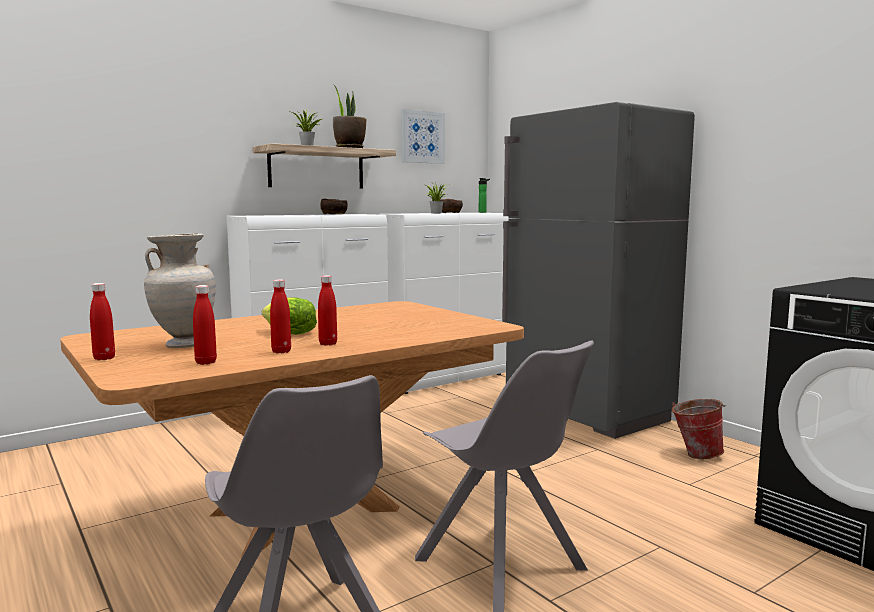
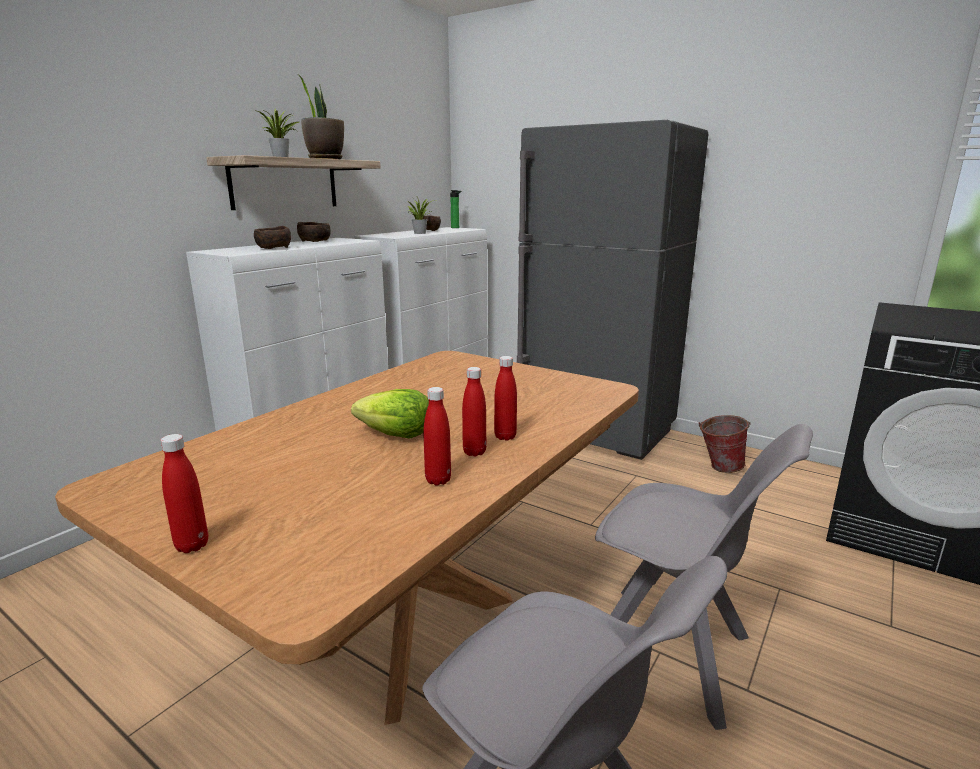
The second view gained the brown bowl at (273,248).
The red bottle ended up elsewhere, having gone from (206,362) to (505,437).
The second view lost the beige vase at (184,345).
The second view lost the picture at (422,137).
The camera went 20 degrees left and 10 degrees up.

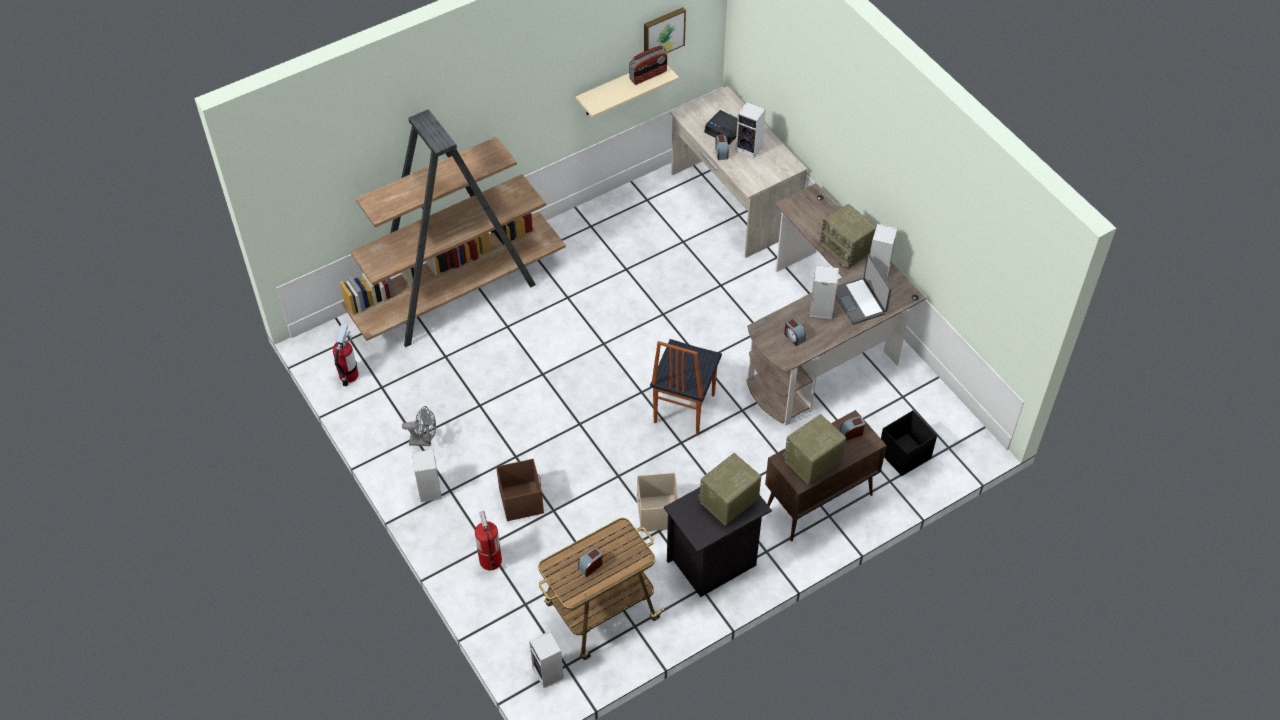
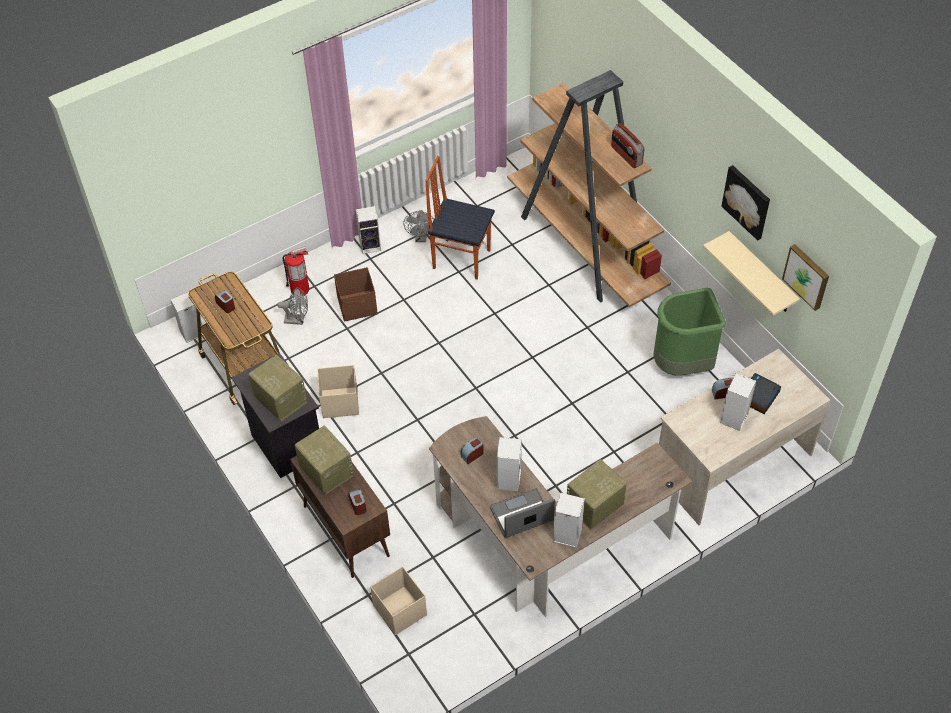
The second view gained the grey fan at (297,320).
What was the black storage box at (903,455) turned into the beige storage box at (400,610).
The chair ended up elsewhere, having gone from (683,408) to (461,258).
The radio ended up elsewhere, having gone from (648,75) to (626,156).
The second view gained the green trash can at (682,365).
The second view gained the picture at (747,201).
The second view lost the fire extinguisher at (349,375).
The camera went 90 degrees right and 0 degrees up.

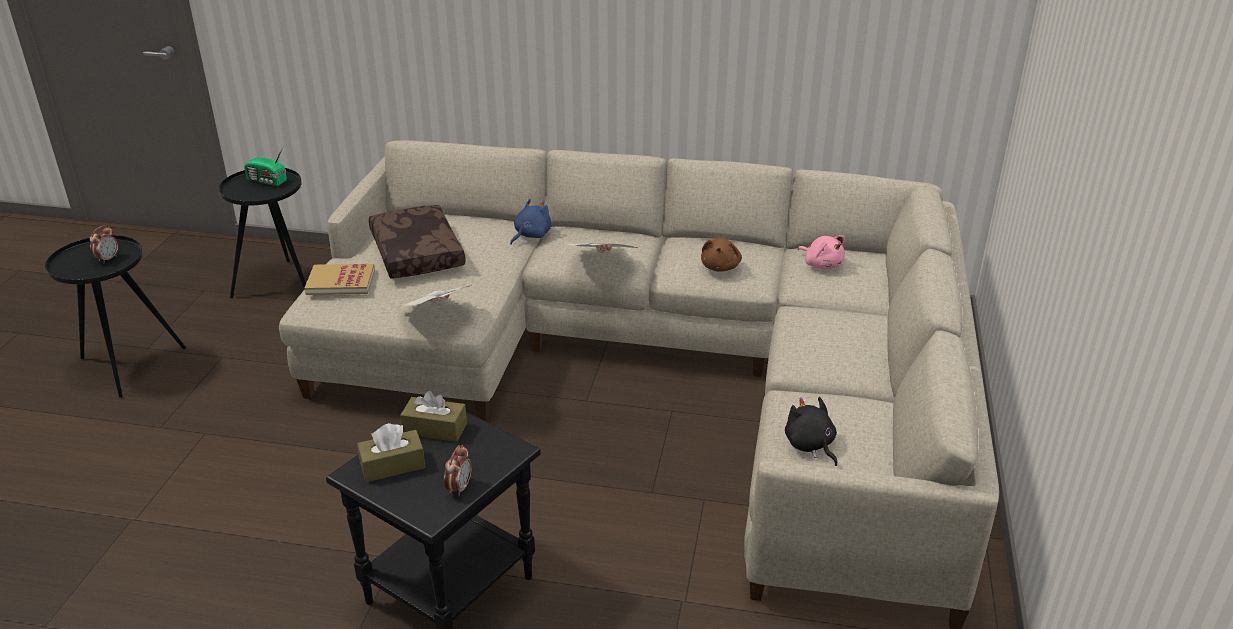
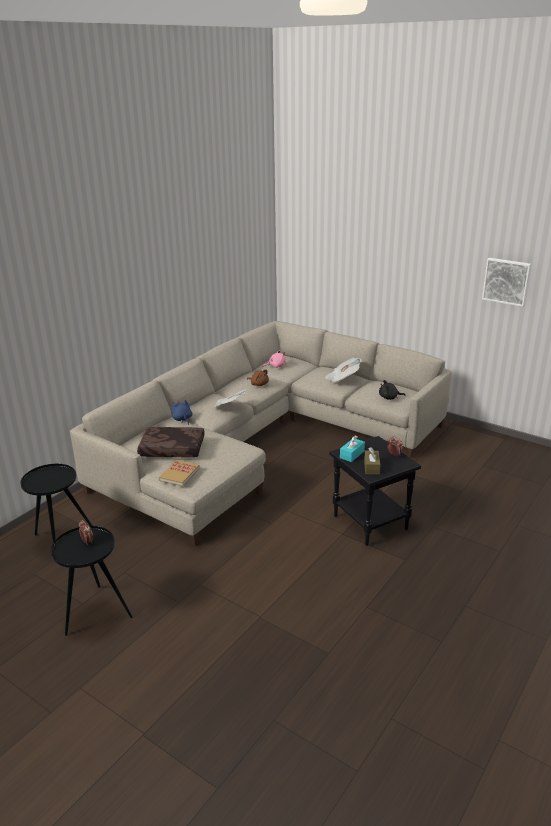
The newspaper ended up elsewhere, having gone from (436,313) to (342,378).
What was the brown tissue box at (435,429) turned into the turquoise tissue box at (352,454).
The second view gained the picture at (506,281).
The second view lost the radio at (267,181).
The camera went 65 degrees left and 5 degrees down.

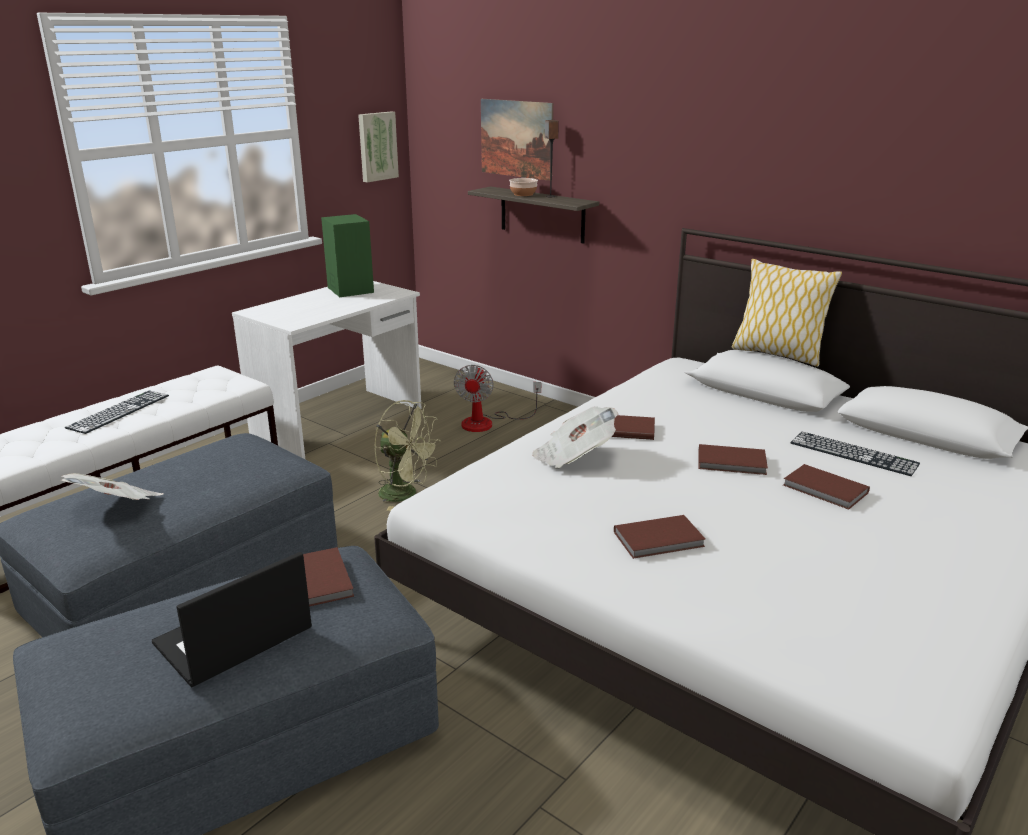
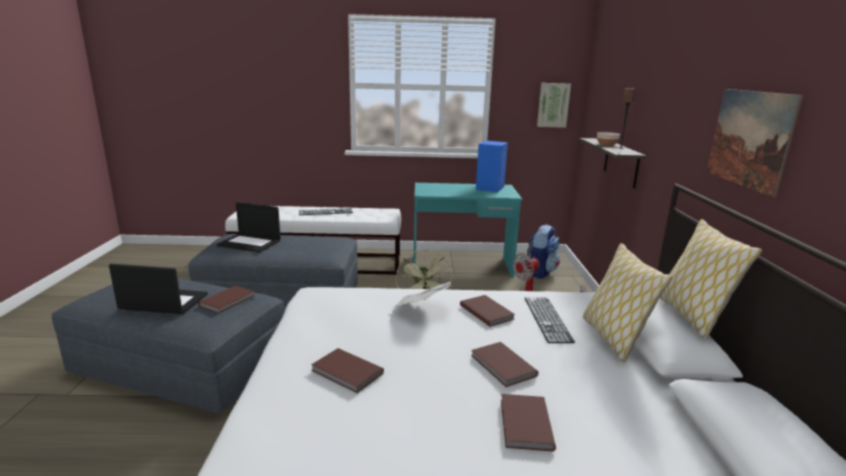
Where the newspaper stood at (118,507), the laptop came to stand at (250,243).
What was the white desk at (340,422) turned into the turquoise desk at (462,266).
What was the green speaker at (350,289) turned into the blue speaker at (490,188).
The keyboard ended up elsewhere, having gone from (853,453) to (547,319).
The second view gained the backpack at (540,272).
The second view gained the pillow at (613,338).
The picture ended up elsewhere, having gone from (516,139) to (749,138).
The camera went 50 degrees right and 5 degrees down.

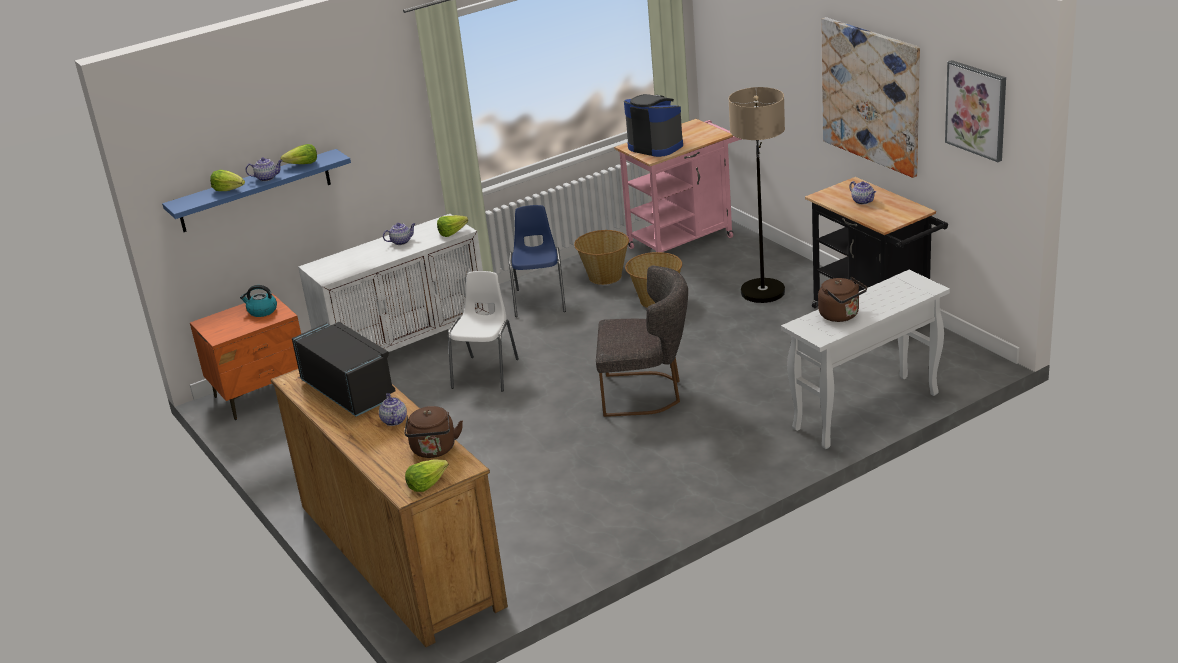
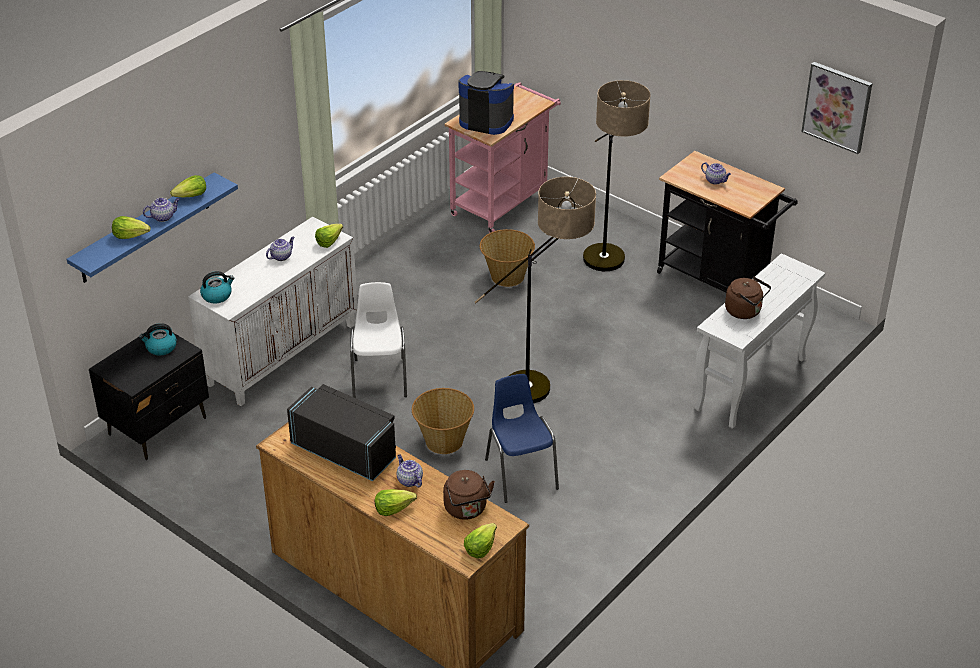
What was the orange nightstand at (262,394) turned into the black nightstand at (158,426).
The second view gained the kettle at (217,295).
The second view gained the lettuce at (393,508).
The basket ended up elsewhere, having gone from (604,276) to (443,440).
Where the grey chair stood at (646,393), the floor lamp came to stand at (545,385).
The blue chair ended up elsewhere, having gone from (540,300) to (520,474).
The second view lost the picture at (871,95).
The camera went 20 degrees left and 10 degrees up.

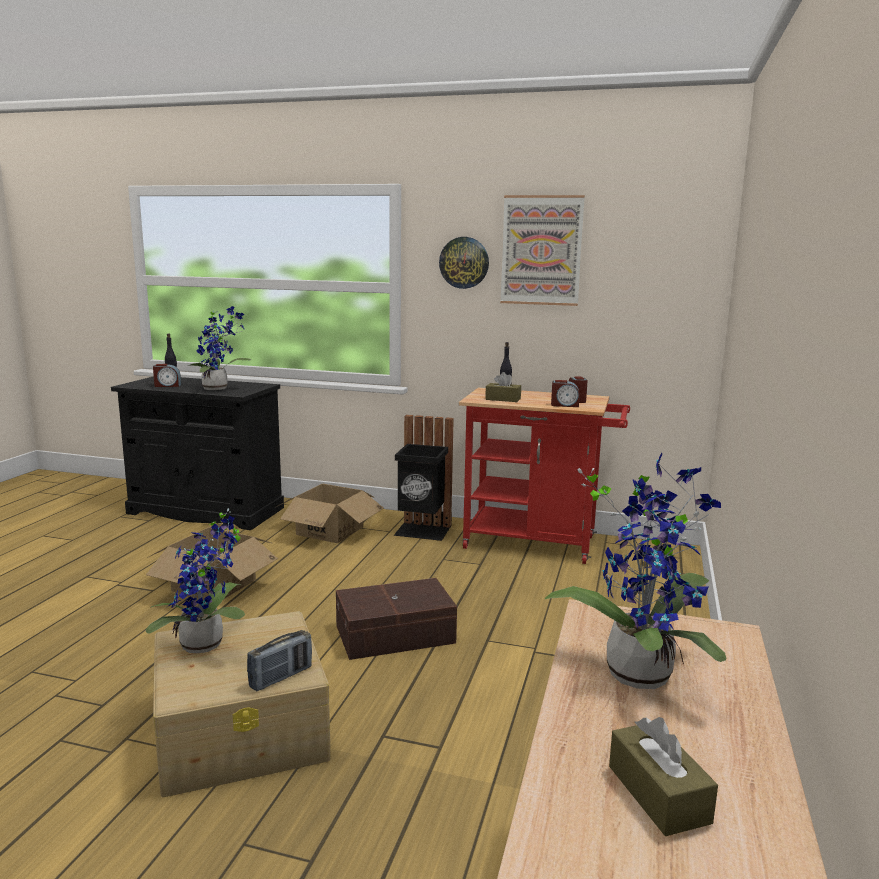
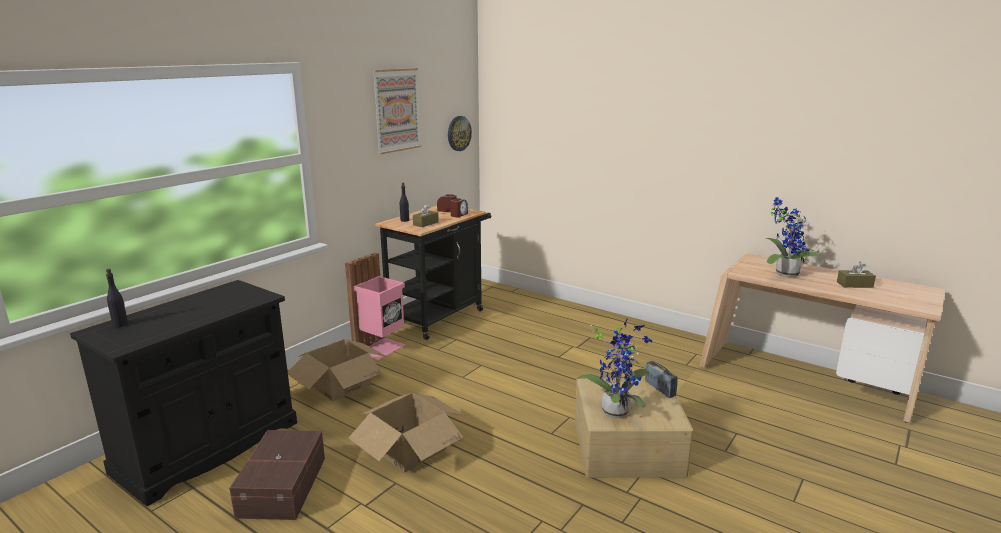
The brown storage box ended up elsewhere, having gone from (396,635) to (284,486).
What was the black trash can at (422,531) turned into the pink trash can at (381,348).
What was the red cart at (539,543) turned into the black cart at (440,316).
The wall clock ended up elsewhere, having gone from (464,262) to (458,133).
The second view lost the alarm clock at (167,385).
The second view lost the potted plant at (218,388).
The camera went 70 degrees left and 5 degrees up.

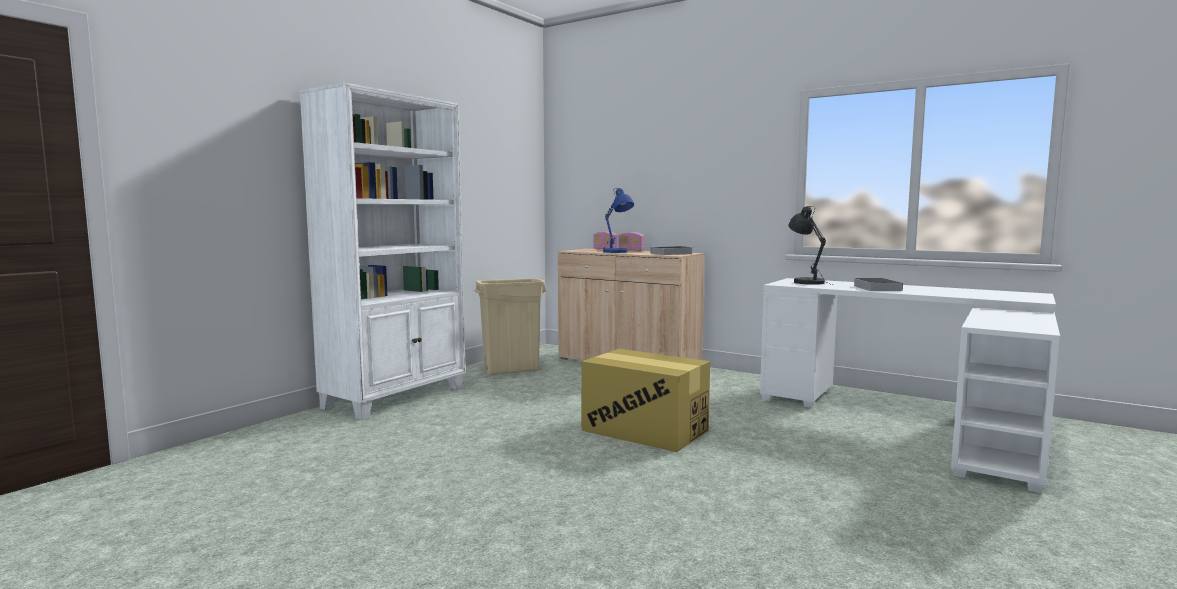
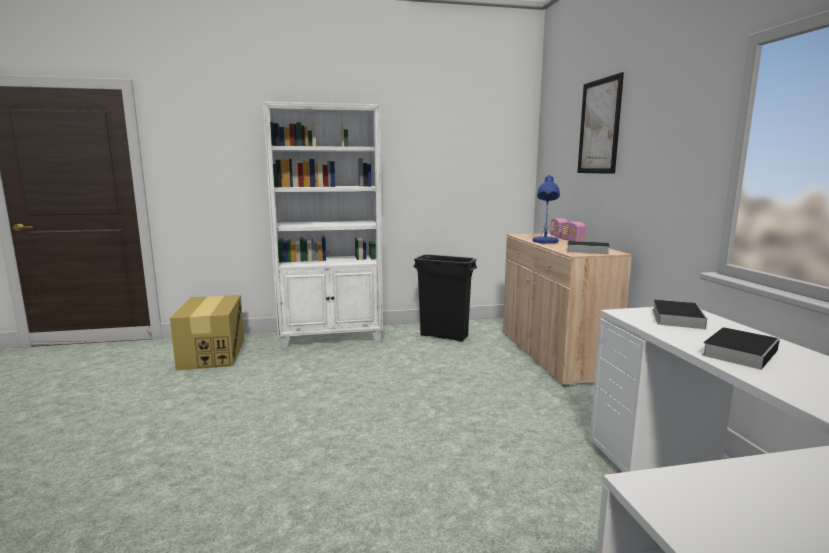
The cardboard box ended up elsewhere, having gone from (644,430) to (212,353).
What was the beige trash can at (512,371) turned into the black trash can at (444,336).
The second view gained the picture at (599,126).
Where the grey table lamp stood at (806,282), the book came to stand at (676,317).
The camera went 45 degrees right and 5 degrees up.

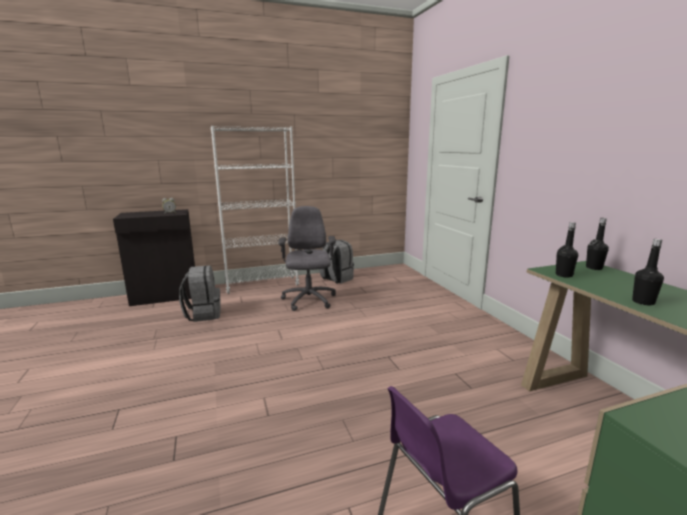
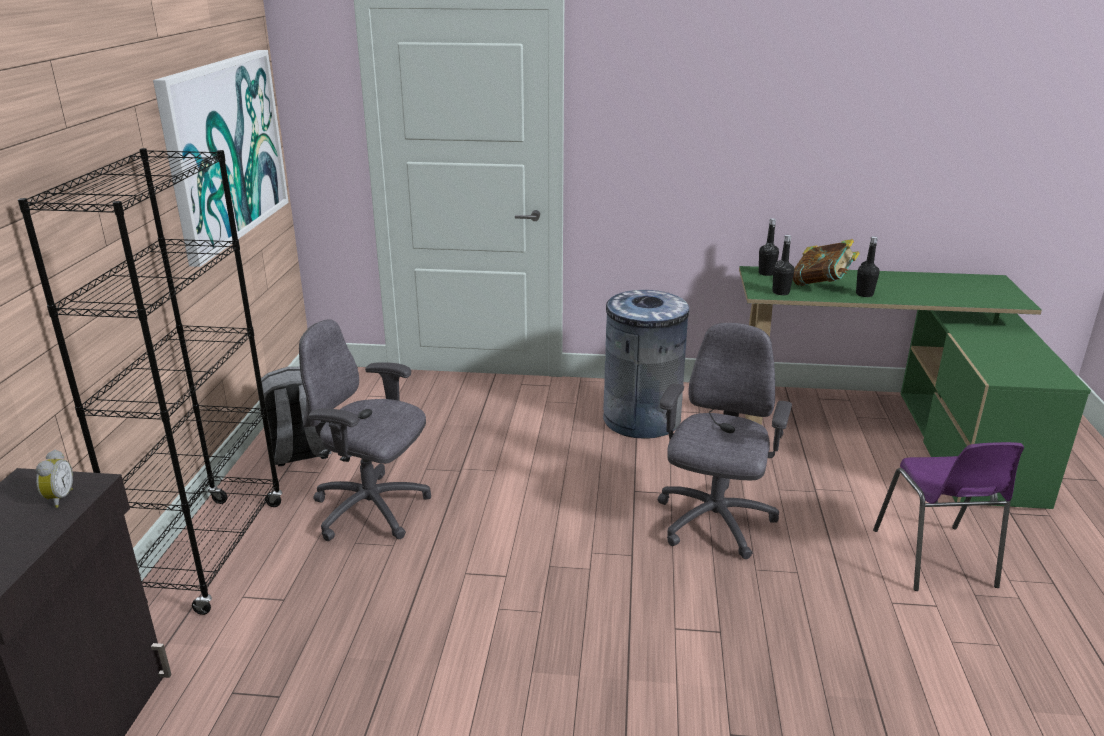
What was the white bookcase at (262,285) turned into the black bookcase at (212,553).
The second view gained the picture at (225,150).
The second view gained the grey trash can at (641,419).
The second view gained the grey office chair at (713,523).
The second view gained the book at (821,285).
The second view lost the grey backpack at (203,314).
The camera went 65 degrees left and 10 degrees up.

